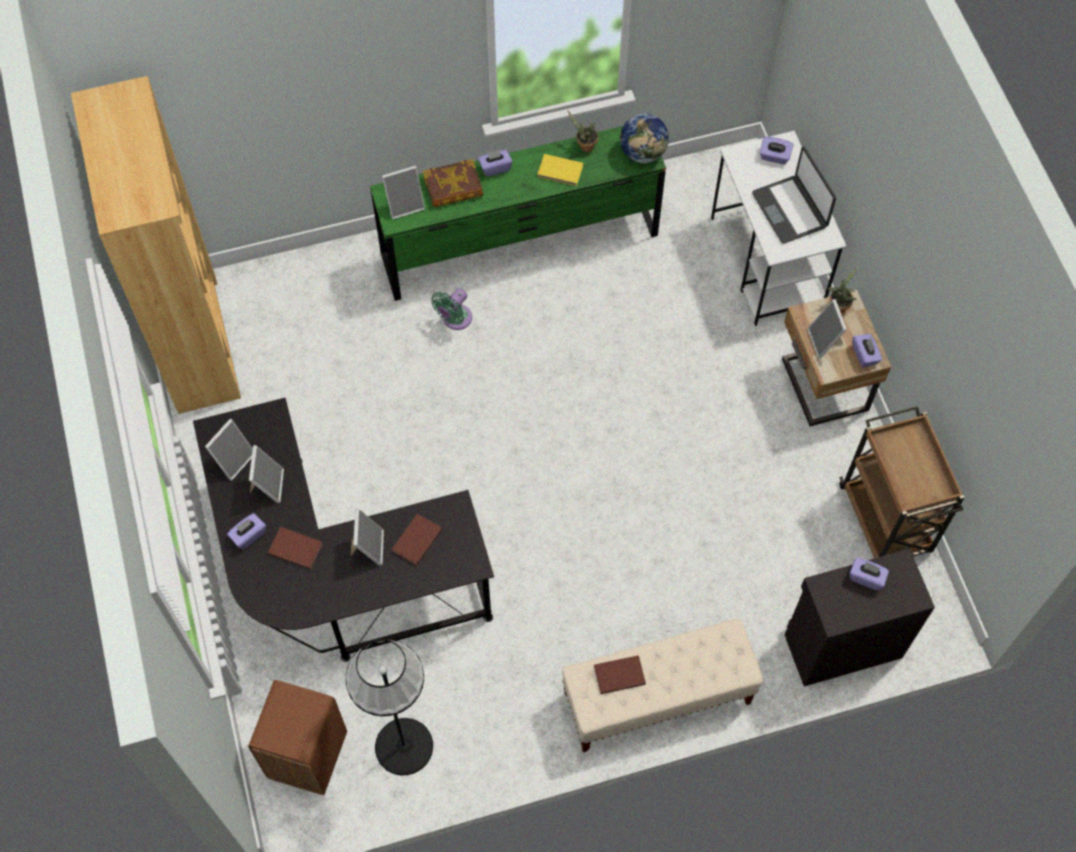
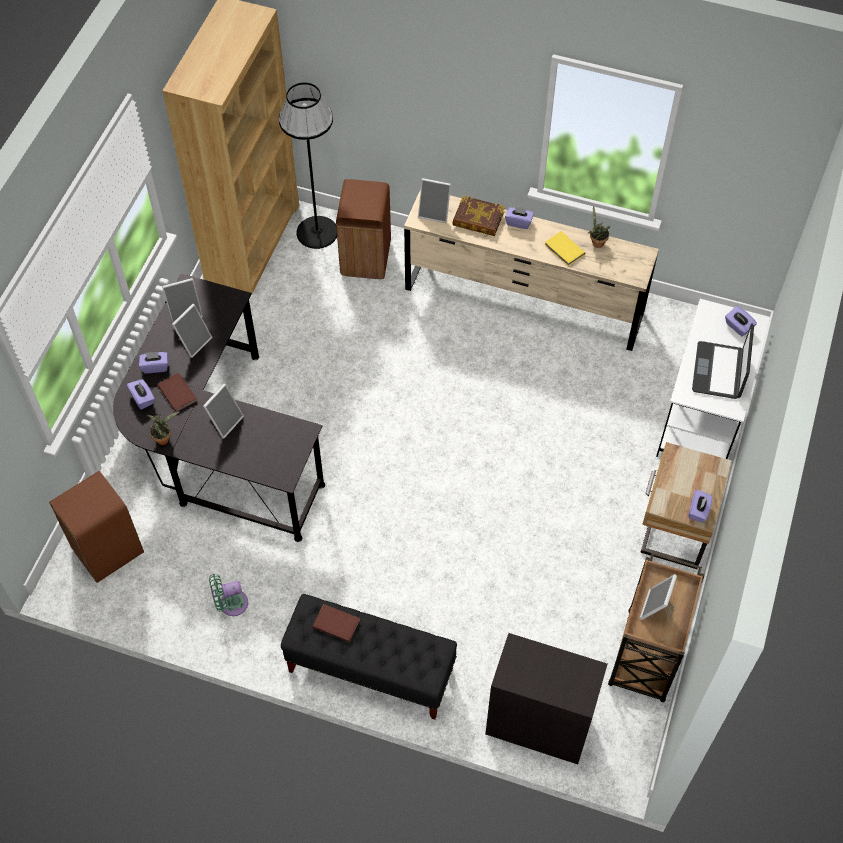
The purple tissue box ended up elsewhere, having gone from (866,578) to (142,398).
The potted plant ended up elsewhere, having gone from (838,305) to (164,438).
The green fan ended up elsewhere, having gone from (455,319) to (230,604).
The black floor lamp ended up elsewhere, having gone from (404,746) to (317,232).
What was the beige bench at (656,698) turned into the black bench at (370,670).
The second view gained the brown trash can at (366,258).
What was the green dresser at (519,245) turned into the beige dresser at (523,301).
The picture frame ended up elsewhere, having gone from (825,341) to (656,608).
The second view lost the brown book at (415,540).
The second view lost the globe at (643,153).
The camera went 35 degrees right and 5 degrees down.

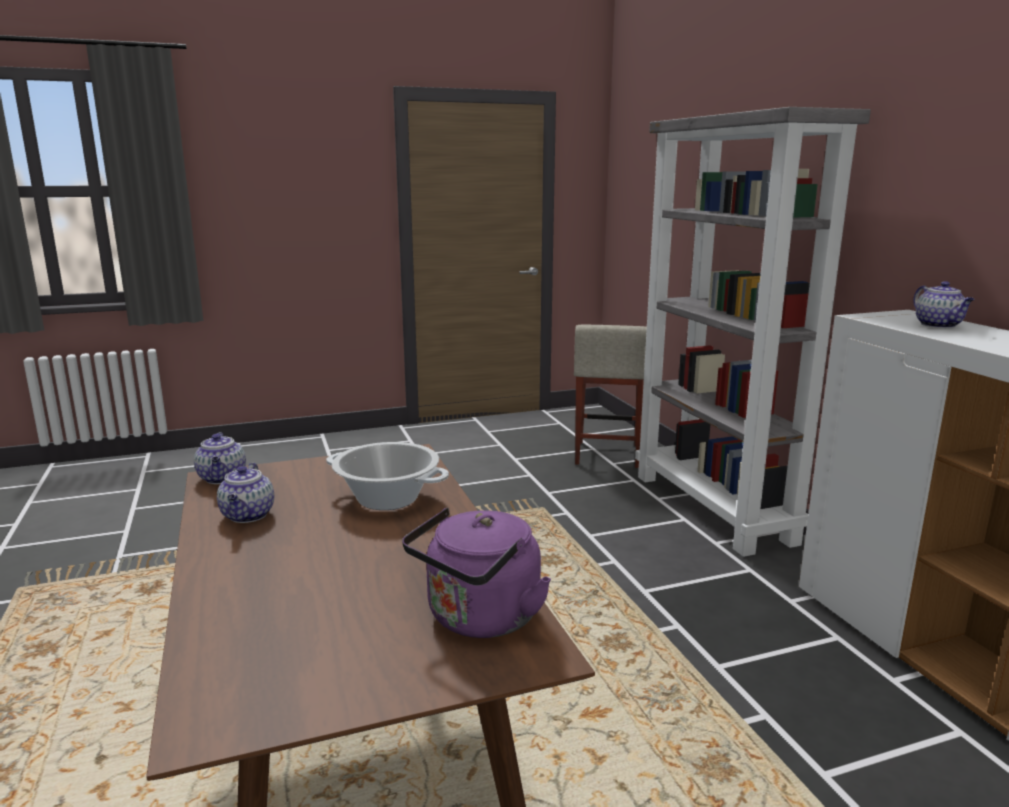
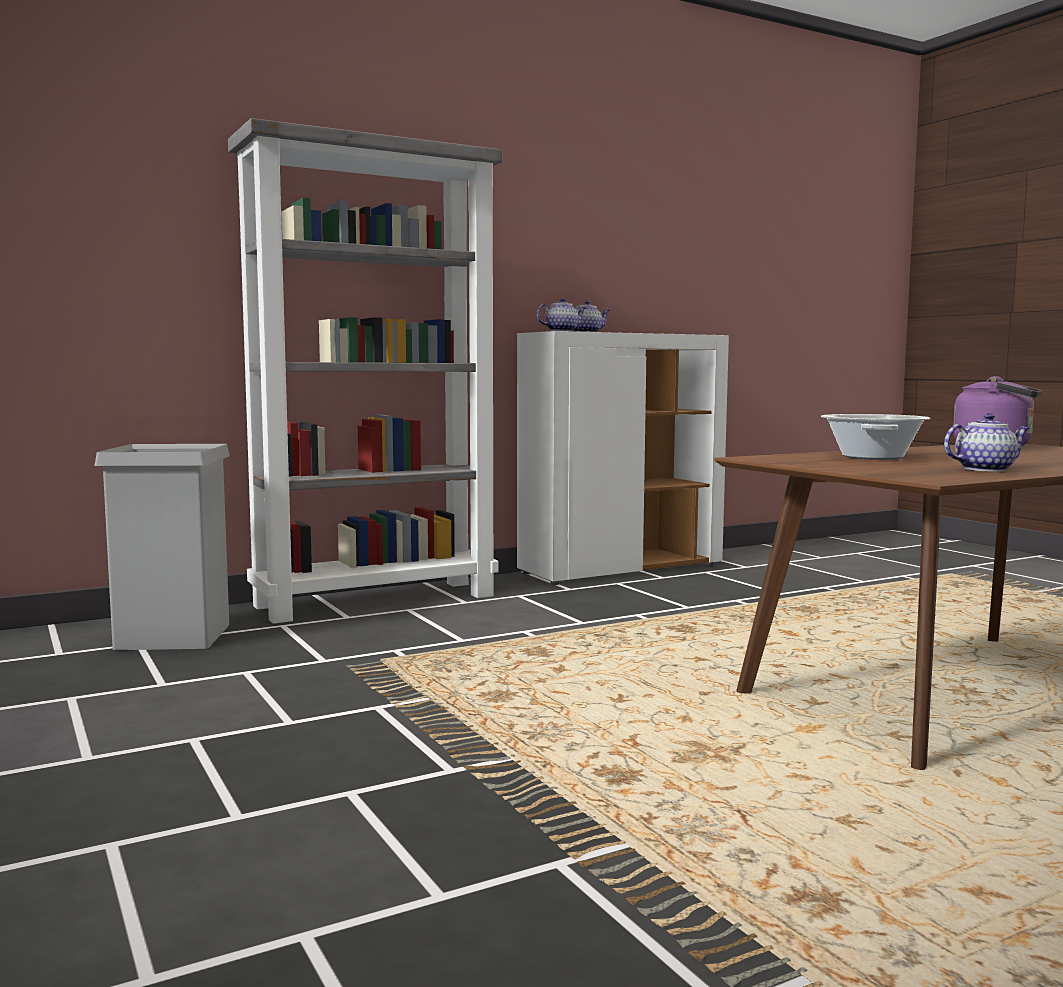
Where the beige stool stood at (607,454), the grey trash can came to stand at (173,636).
The teapot ended up elsewhere, having gone from (222,478) to (562,331).
The camera went 100 degrees left and 10 degrees down.

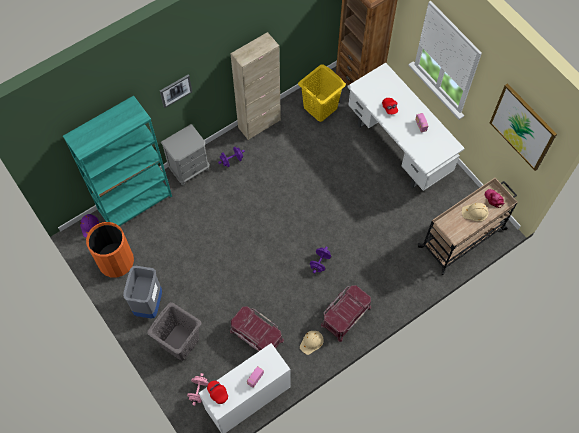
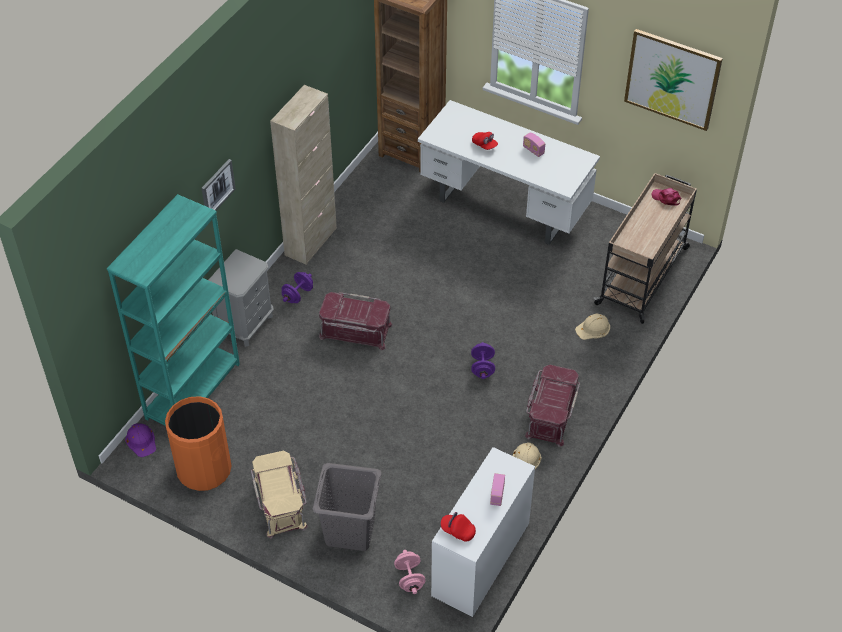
Where the grey trash can stood at (149,304), the beige storage box came to stand at (281,502).
The red storage box ended up elsewhere, having gone from (256,336) to (355,331).
The beige hard hat ended up elsewhere, having gone from (475,212) to (593,328).
The second view lost the yellow laundry basket at (320,107).
The camera went 25 degrees left and 15 degrees down.

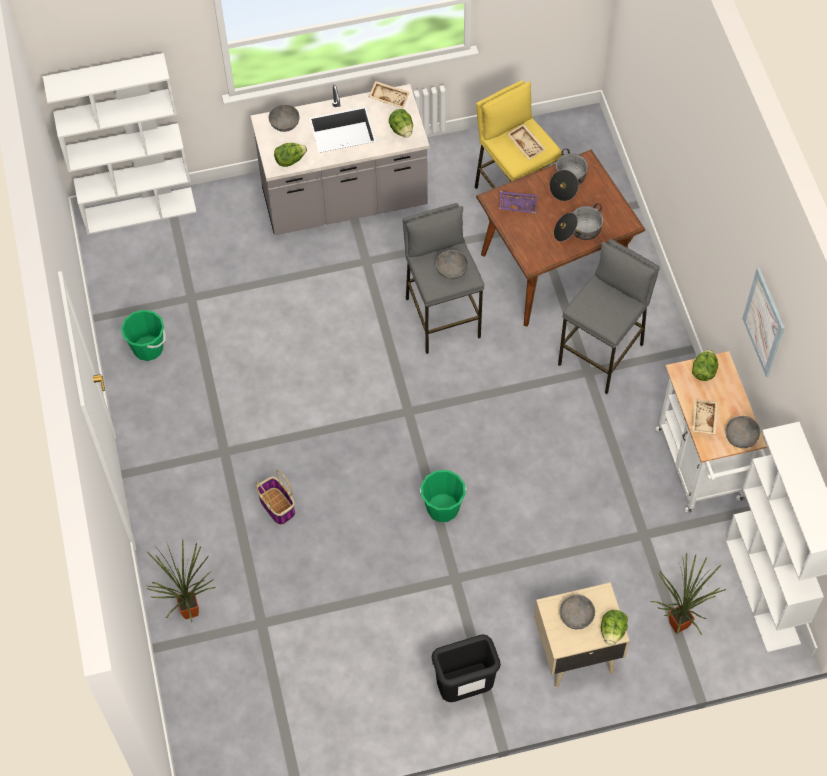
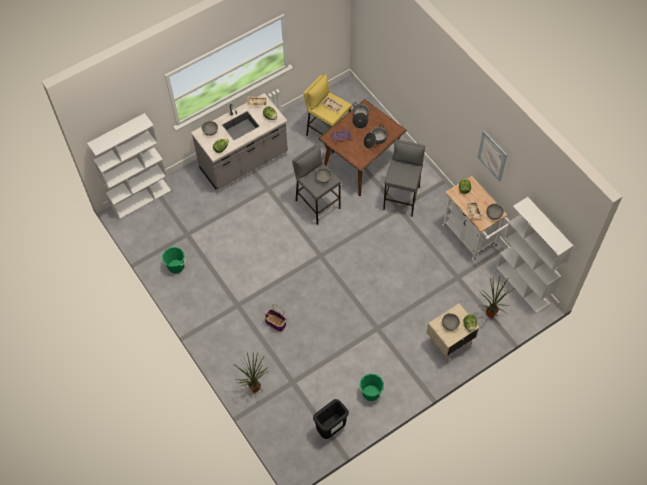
The black trash can ended up elsewhere, having gone from (464,689) to (331,429).
The green bucket ended up elsewhere, having gone from (443,508) to (371,393).
The camera went 20 degrees left and 0 degrees up.

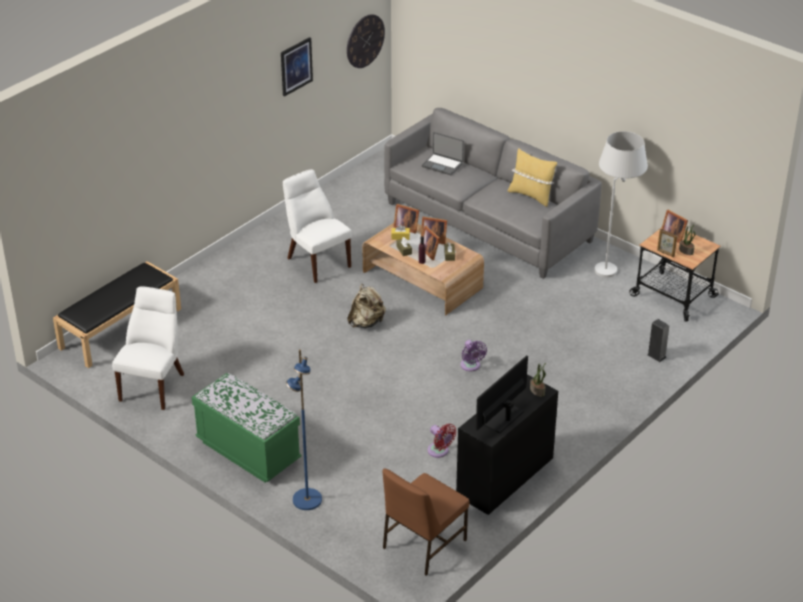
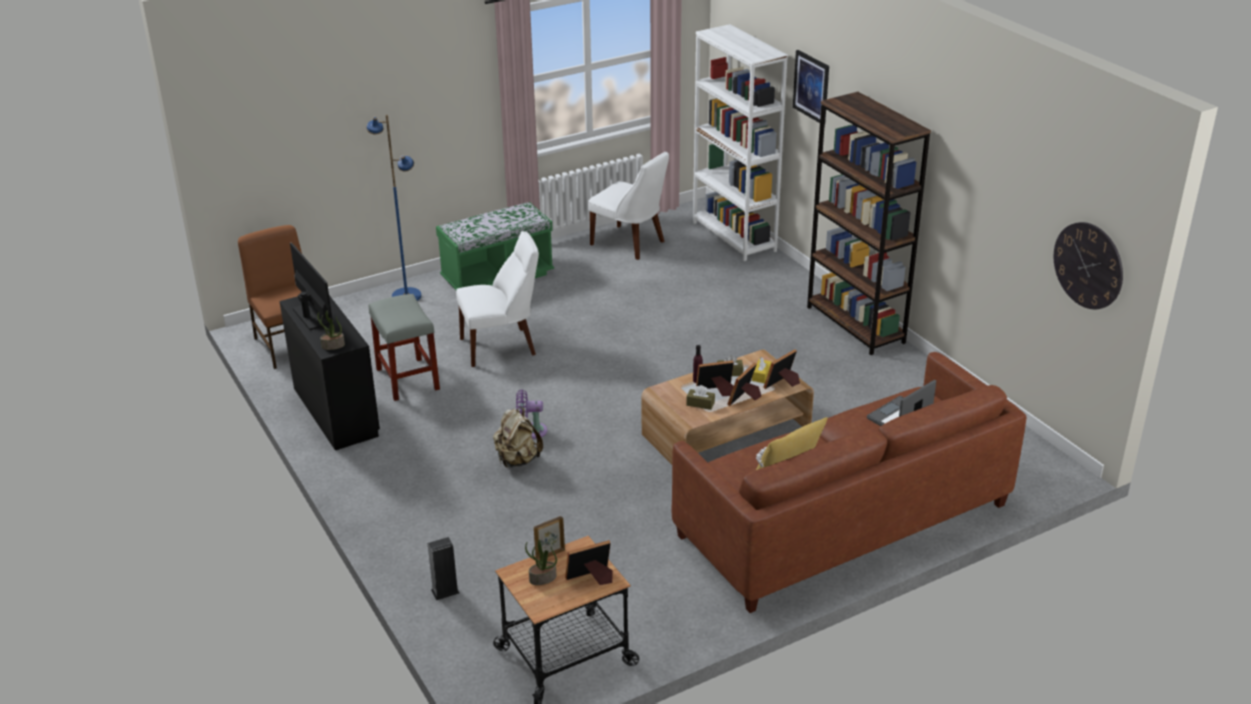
Where the red fan stood at (439,451), the grey stool came to stand at (408,379).
The white chair ended up elsewhere, having gone from (317,261) to (502,346).
The beige backpack ended up elsewhere, having gone from (366,323) to (517,460).
What was the grey sofa at (489,222) turned into the brown sofa at (842,520).
Where the black bench stood at (120,328), the white bookcase came to stand at (734,237).
The picture ended up elsewhere, having gone from (296,66) to (811,87).
The second view gained the brown bookcase at (855,325).
The second view lost the white floor lamp at (612,265).
The camera went 110 degrees right and 5 degrees down.

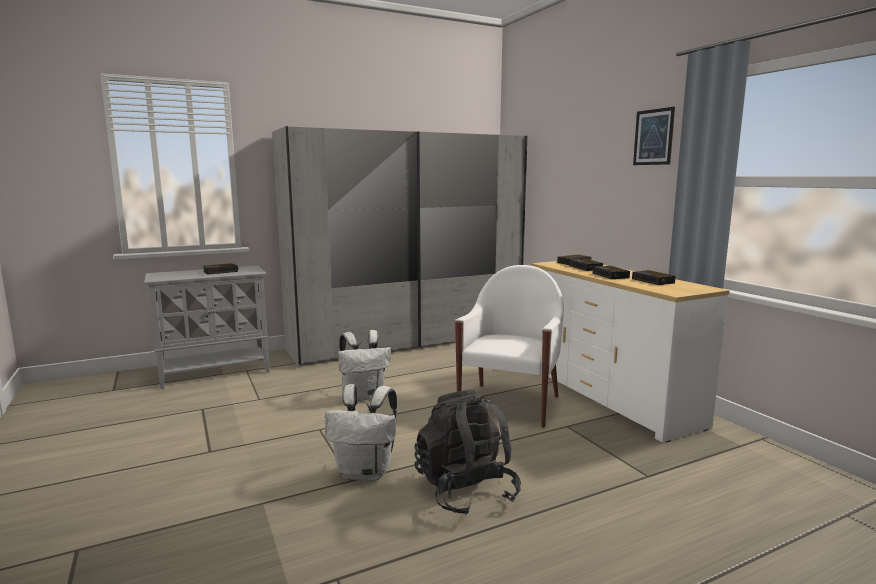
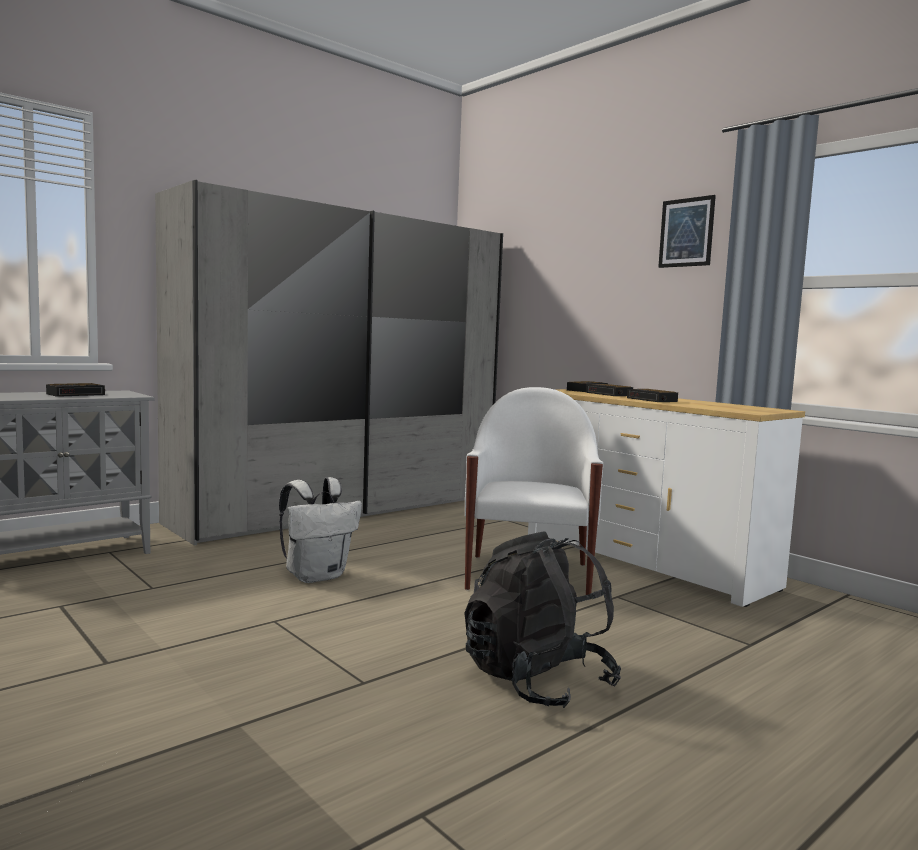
The second view lost the white backpack at (366,472).
The second view lost the alarm clock at (653,281).
The camera went 15 degrees left and 5 degrees down.

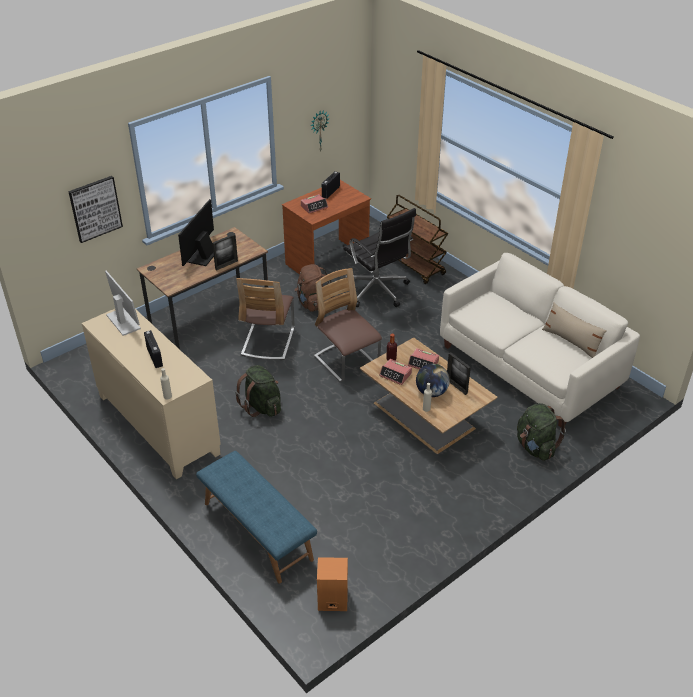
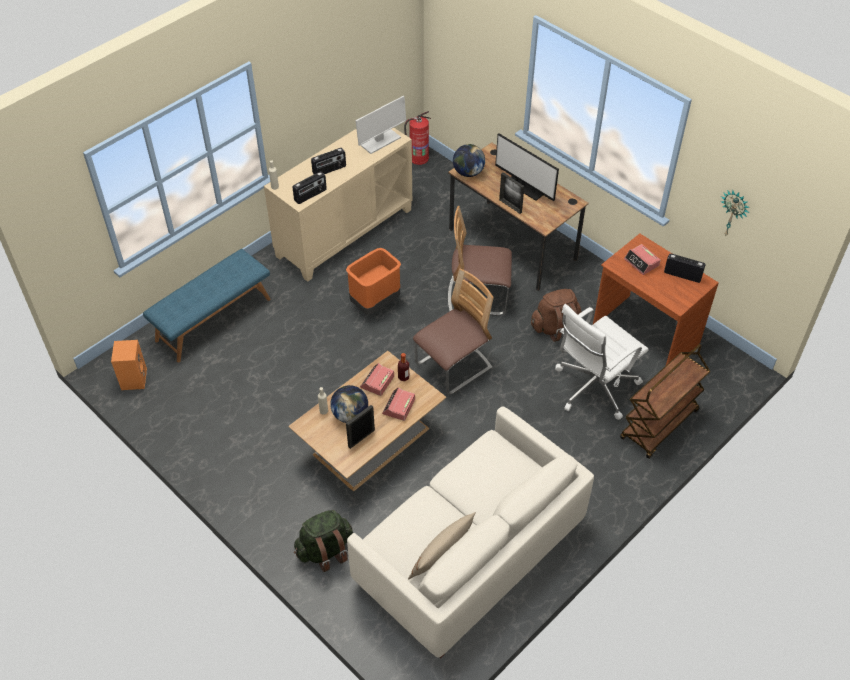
The second view gained the radio at (310,195).
Where the green backpack stood at (262,406), the orange trash can came to stand at (375,303).
The second view gained the fire extinguisher at (418,158).
The second view gained the globe at (468,172).
The monitor at (203,254) ended up facing another way, 150 degrees counterclockwise from before.
What was the black office chair at (377,291) turned into the white office chair at (593,388).
The second view lost the picture at (95,208).
The camera went 85 degrees right and 10 degrees up.

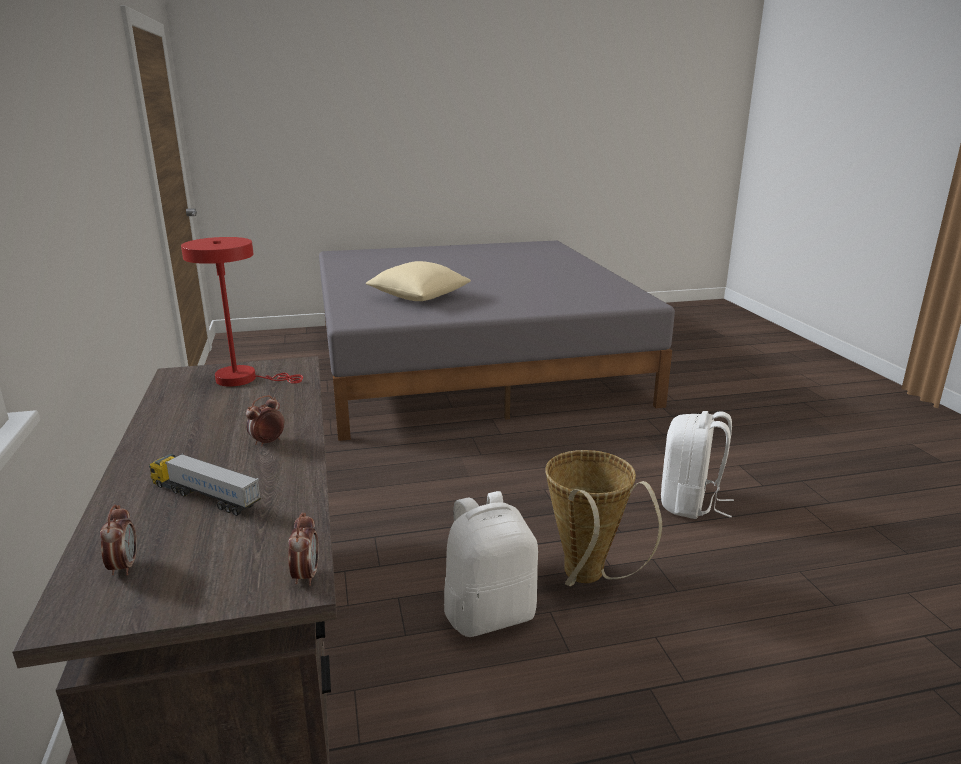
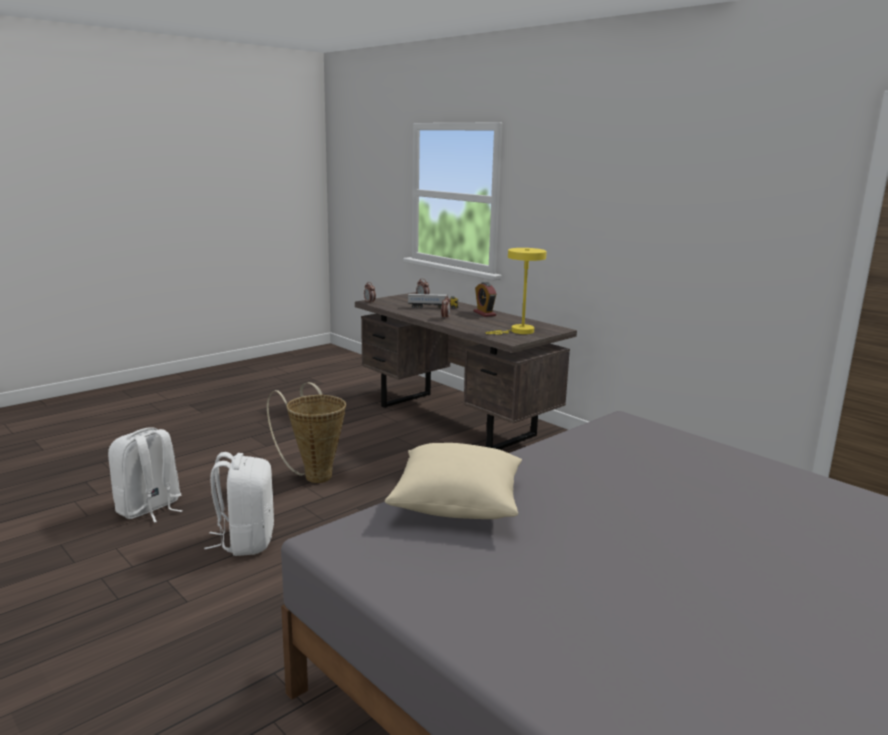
The white backpack ended up elsewhere, having gone from (490,614) to (149,508).
The beige pillow ended up elsewhere, having gone from (418,298) to (457,503).
The second view gained the alarm clock at (484,313).
What was the red table lamp at (243,379) turned into the yellow table lamp at (518,331).
The camera went 150 degrees right and 5 degrees down.

